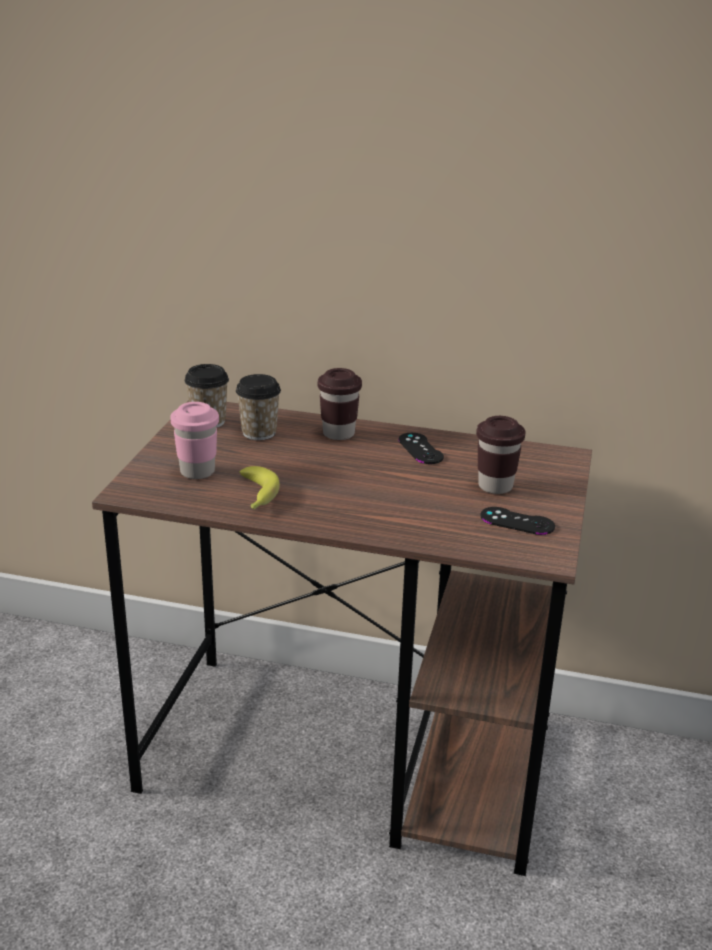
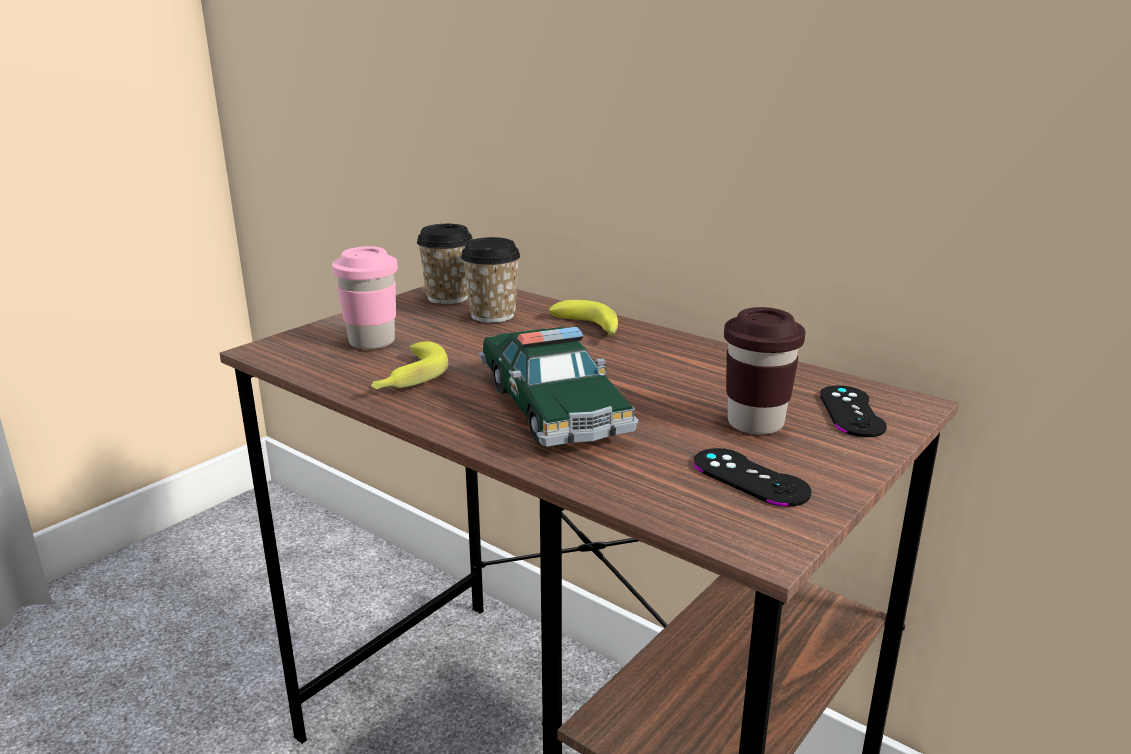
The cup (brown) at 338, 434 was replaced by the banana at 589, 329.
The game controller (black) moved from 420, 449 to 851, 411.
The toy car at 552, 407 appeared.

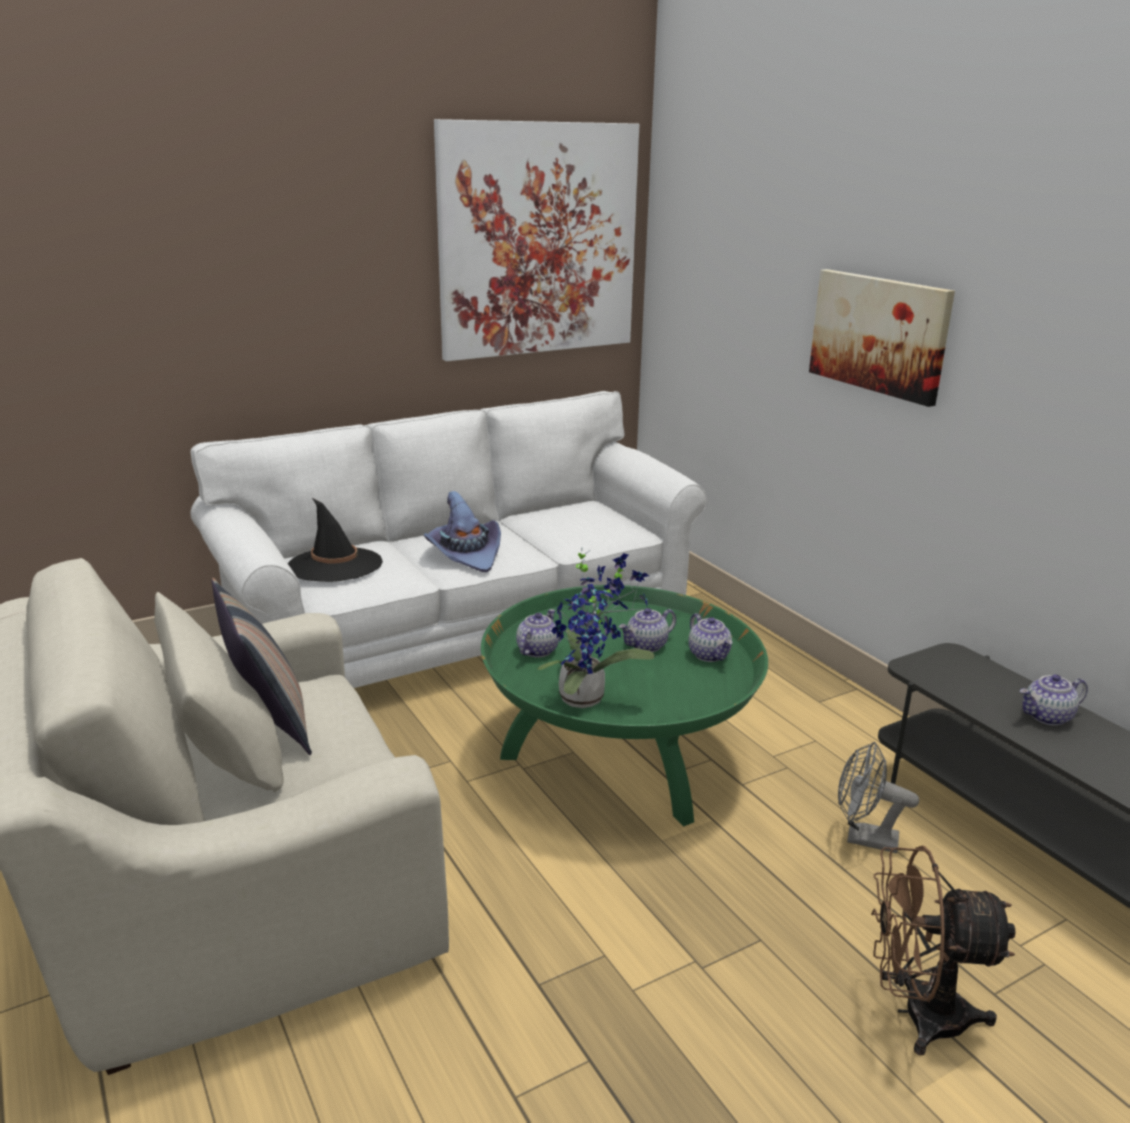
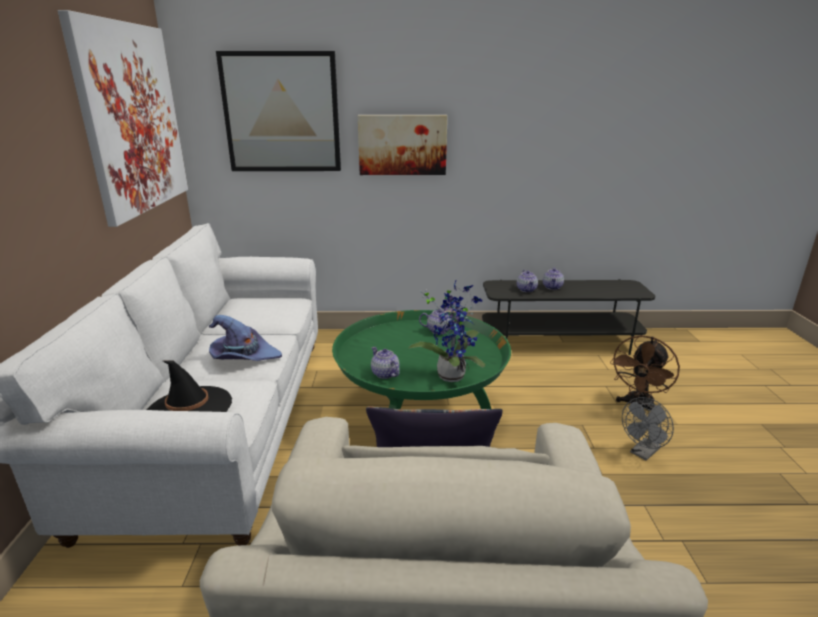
The teapot moved from 646, 646 to 526, 290.
The fan (grey) moved from 863, 838 to 643, 453.
The picture at 282, 113 appeared.

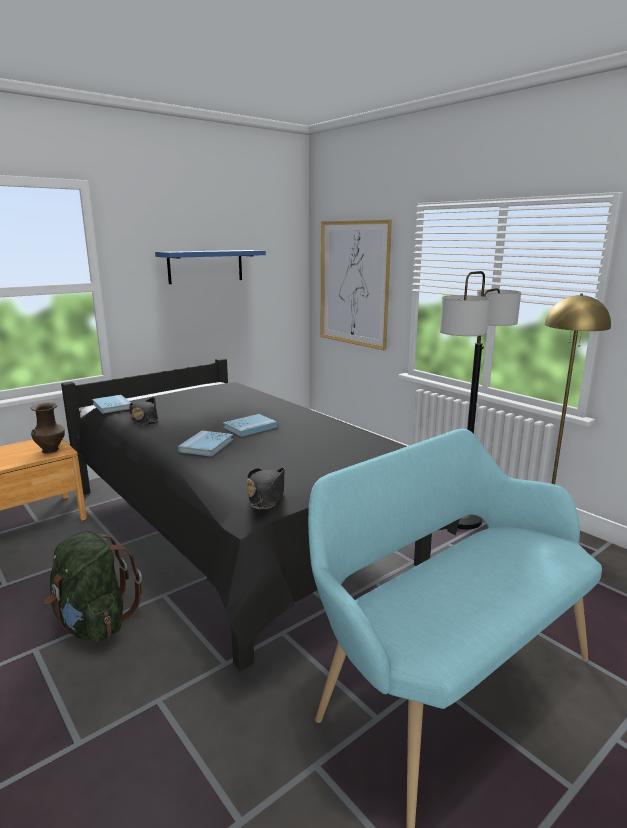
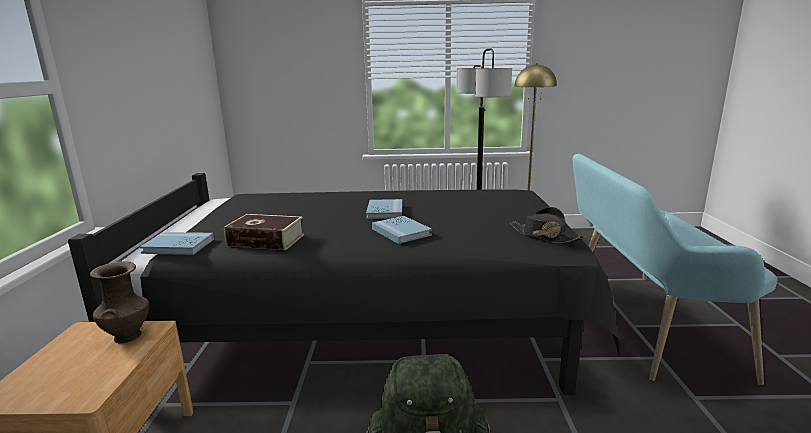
The picture at 354, 283 disappeared.
The shelf (blue) at 205, 266 disappeared.
The hat (black) at 144, 419 was replaced by the book at 266, 240.

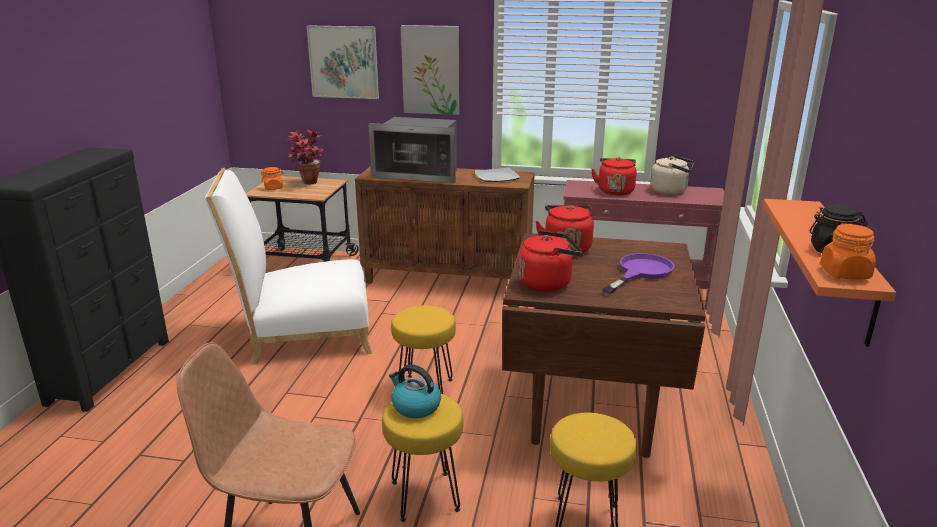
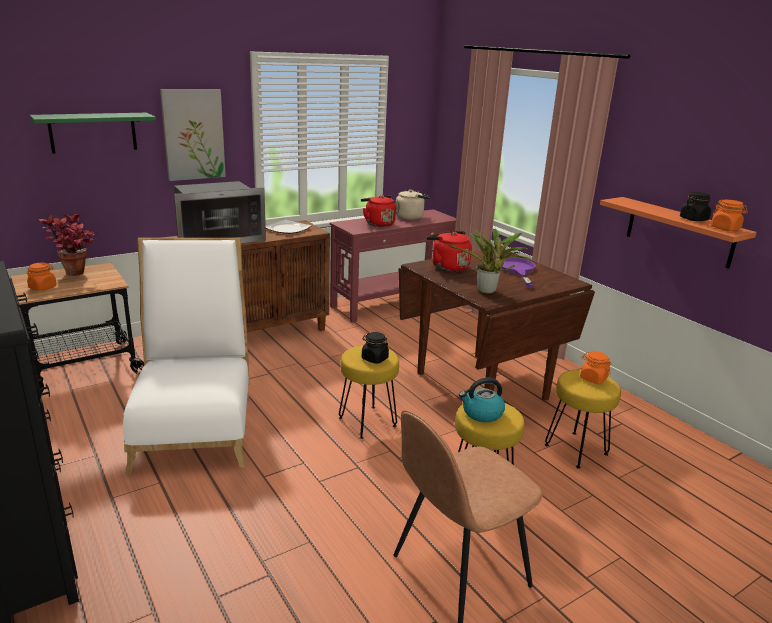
The picture at 343, 62 was replaced by the shelf (green) at 93, 132.
The chair (white) at 303, 335 turned 135 degrees clockwise.
The kettle (red) at 548, 283 was replaced by the potted plant at 488, 292.
The jar (black) at 374, 358 appeared.
The jar (orange) at 593, 378 appeared.

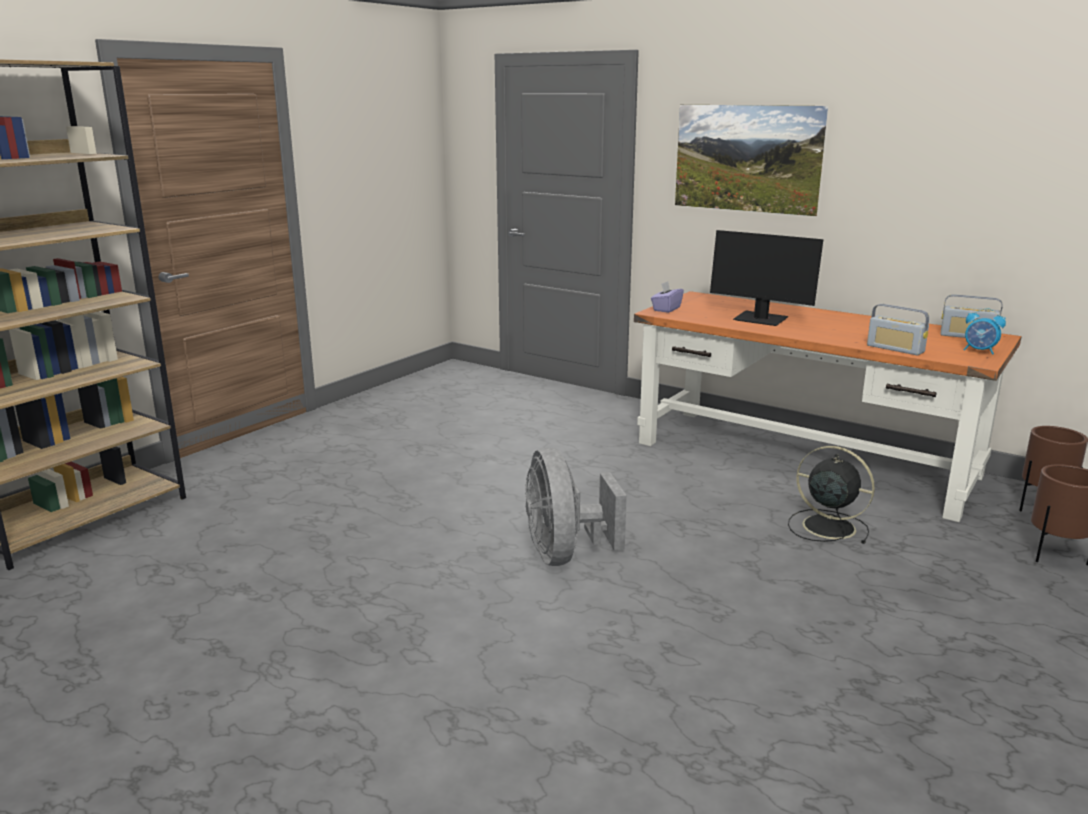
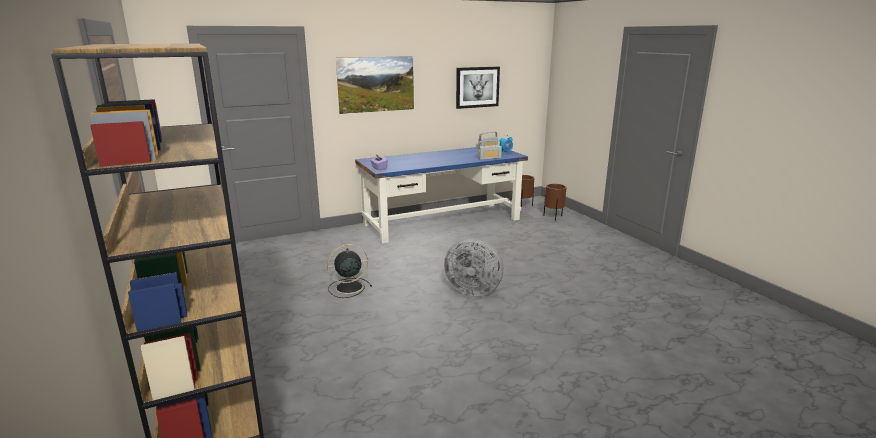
The monitor at 760, 319 disappeared.
The desk (orange) at 805, 459 became the desk (blue) at 442, 221.
The fan (black) moved from 826, 526 to 348, 287.
The picture at 477, 87 appeared.

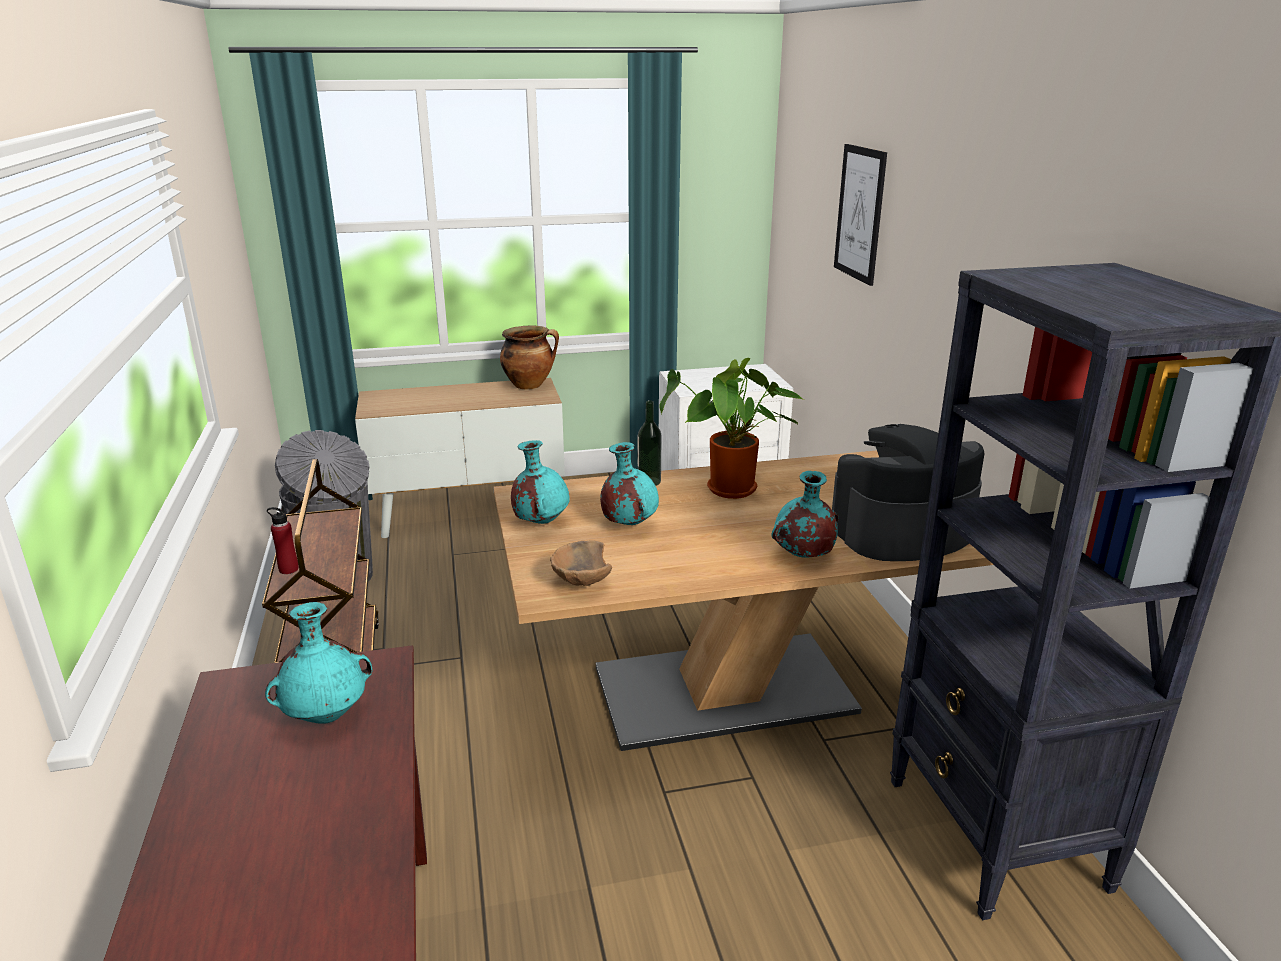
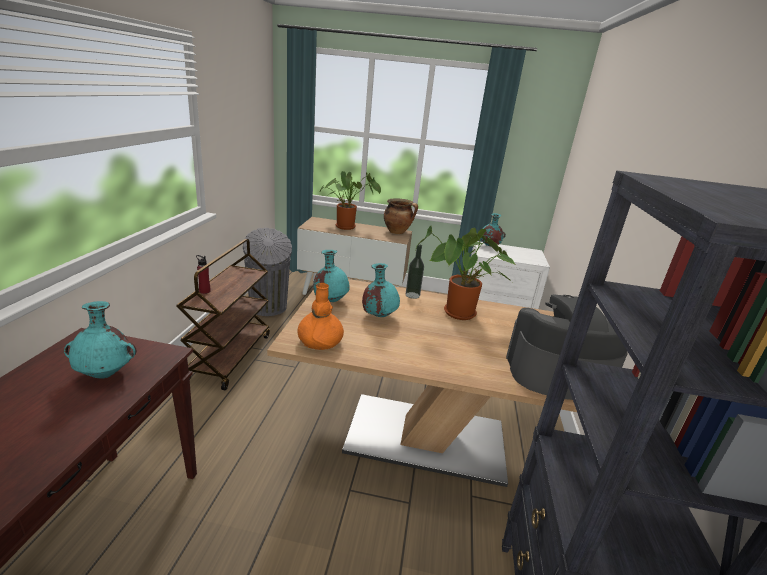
The picture at 860, 213 disappeared.
The vase (turquoise) moved from 802, 556 to 489, 246.
The bowl (brown) at 581, 582 was replaced by the vase (orange) at 320, 341.
The potted plant at 347, 227 appeared.

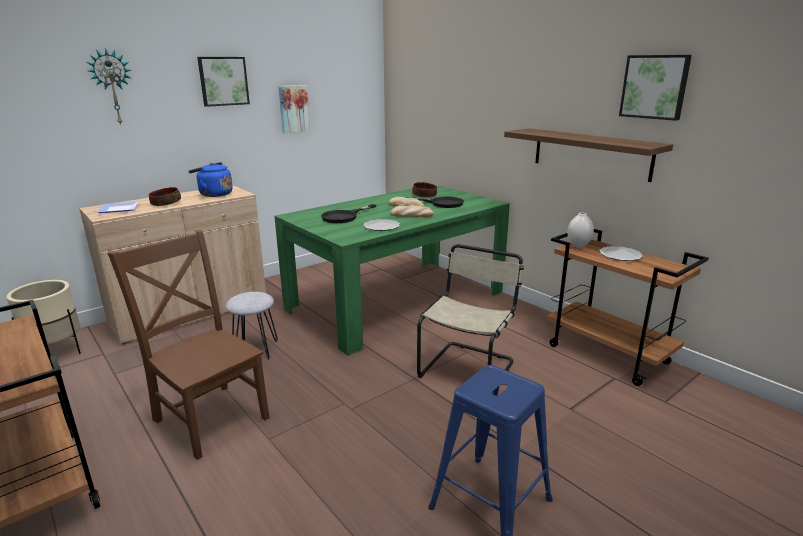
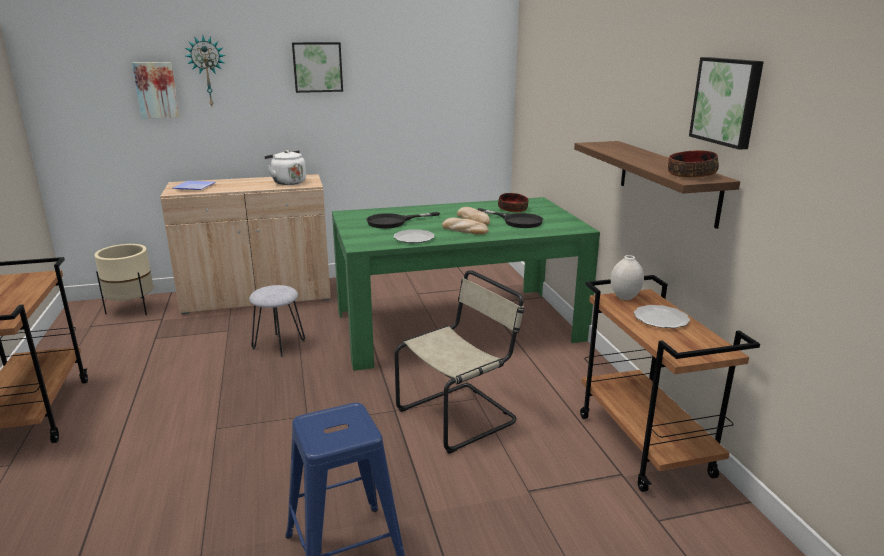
The picture moved from 293, 109 to 156, 90.
The kettle (blue) at 214, 194 became the kettle (white) at 287, 182.
The bowl moved from 165, 203 to 690, 175.
The chair (brown) at 209, 416 disappeared.

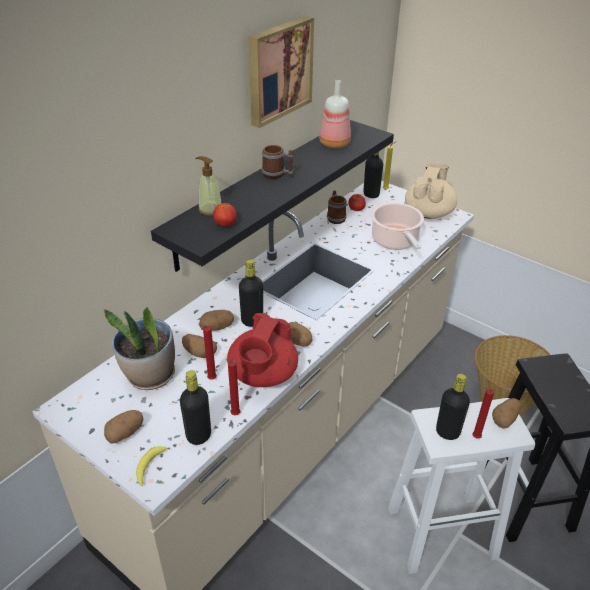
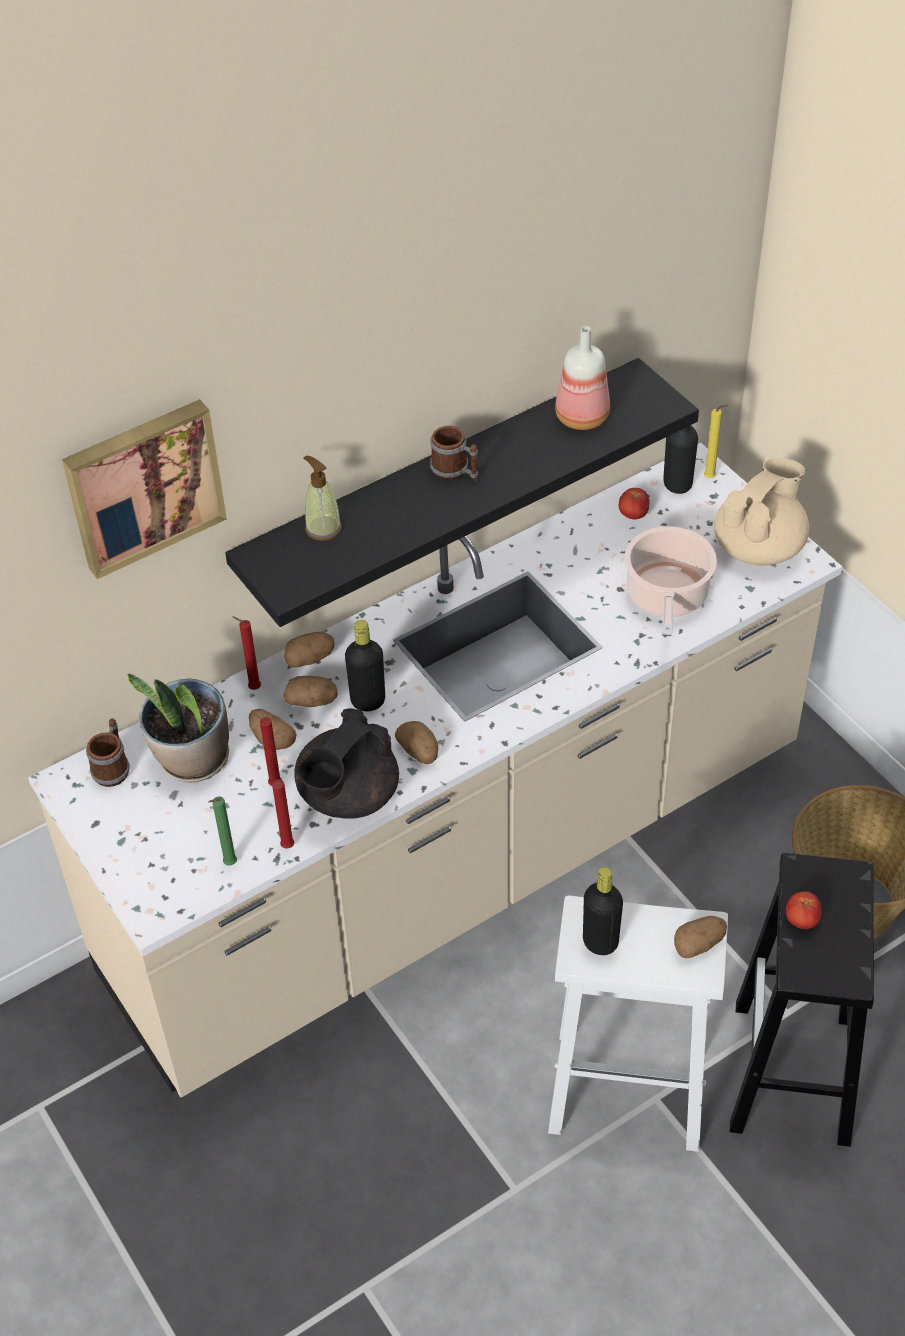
The picture moved from 278, 70 to 143, 485.
The mug moved from 335, 217 to 113, 767.
The tomato moved from 225, 224 to 801, 920.
The teapot (red) at 262, 375 became the teapot (black) at 347, 796.
The bottle (black) at 198, 435 was replaced by the candle (green) at 228, 864.
The candle (red) moved from 474, 437 to 252, 688.
The potato moved from 125, 433 to 310, 658.
The banana at 150, 467 disappeared.

